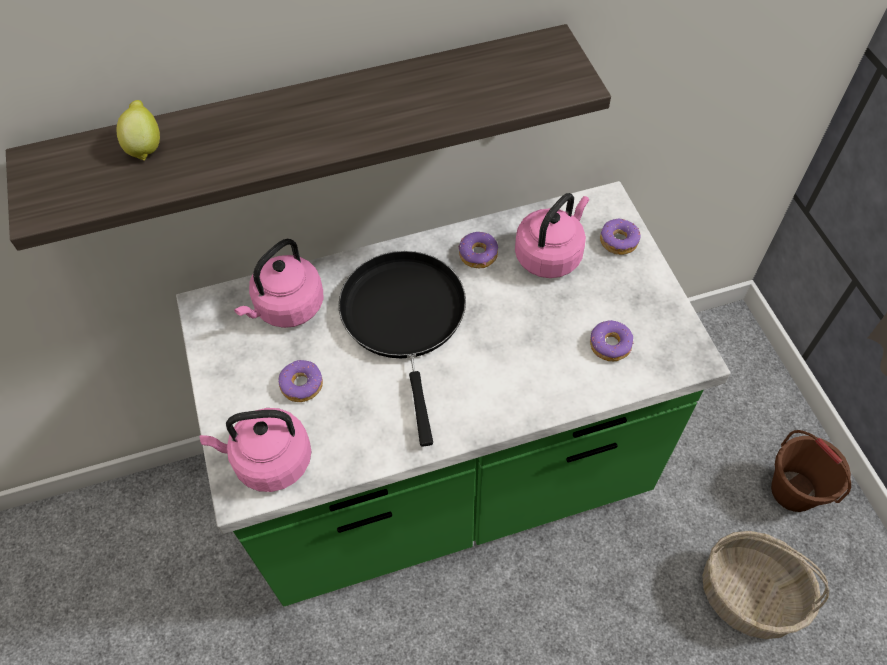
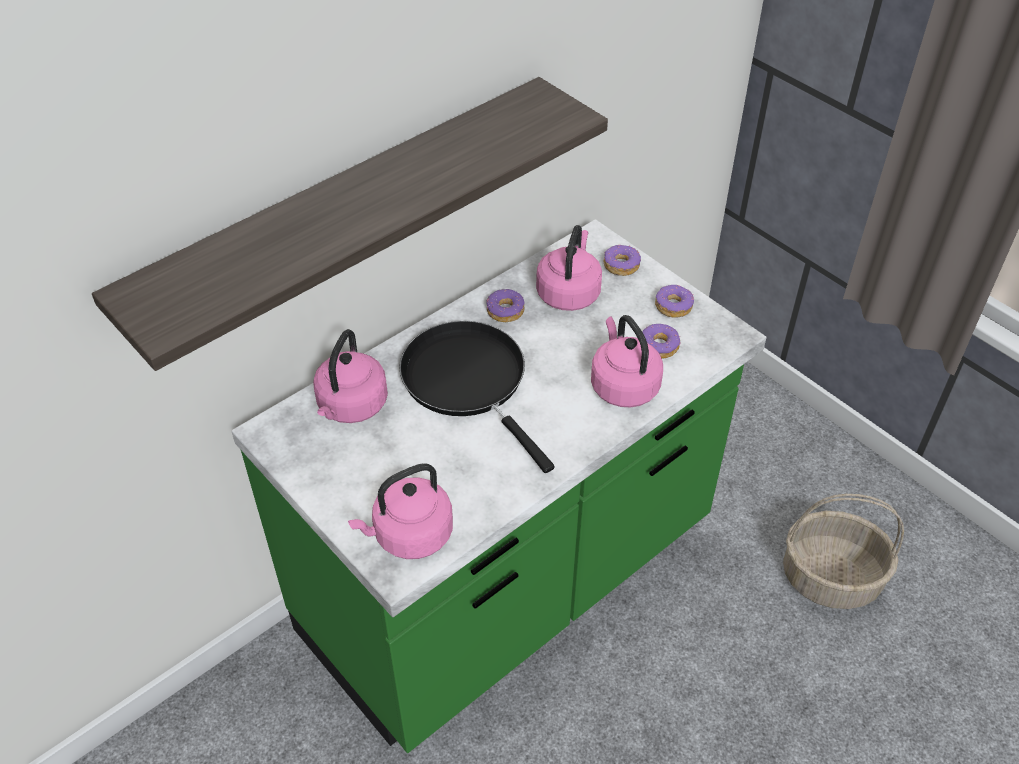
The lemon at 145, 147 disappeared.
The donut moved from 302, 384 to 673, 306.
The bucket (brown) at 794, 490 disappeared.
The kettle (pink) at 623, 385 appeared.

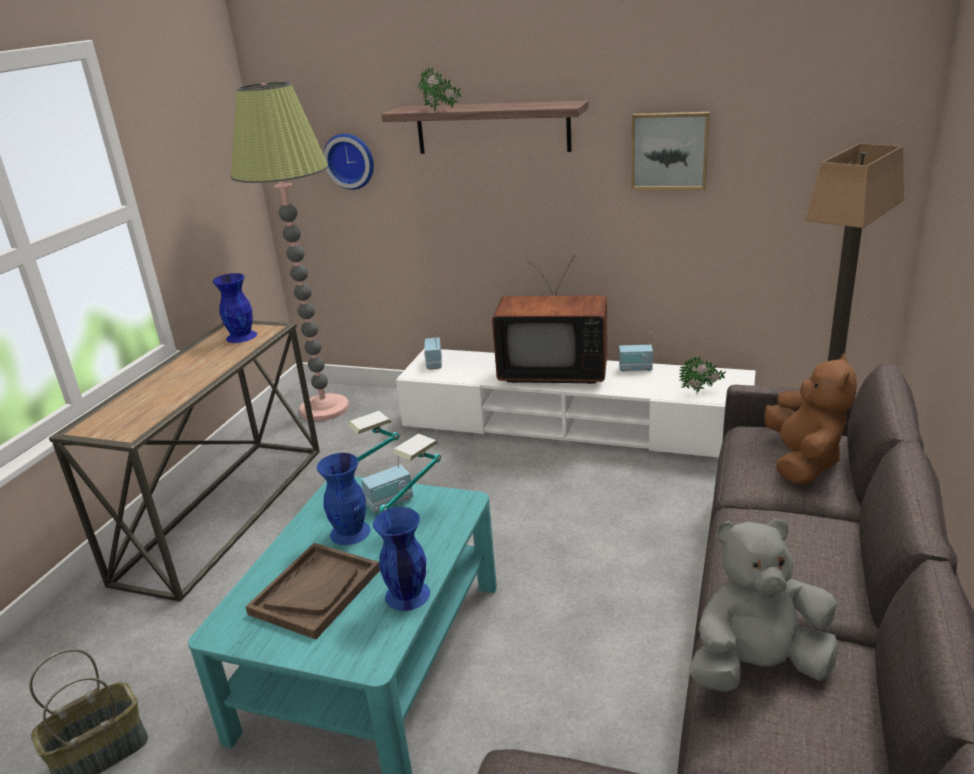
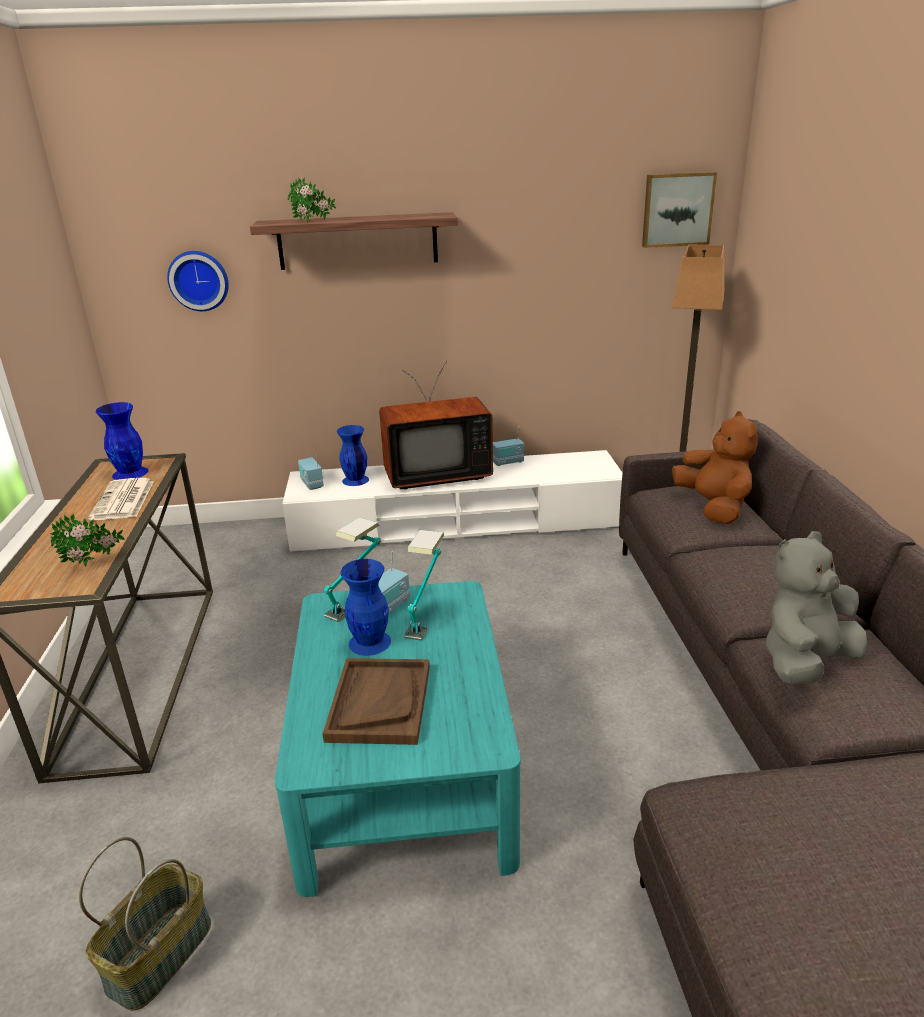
The floor lamp at 324, 409 disappeared.
The picture moved from 669, 150 to 677, 209.
The potted plant moved from 701, 391 to 93, 562.
The vase (blue) moved from 406, 595 to 355, 480.
The newspaper at 123, 500 appeared.

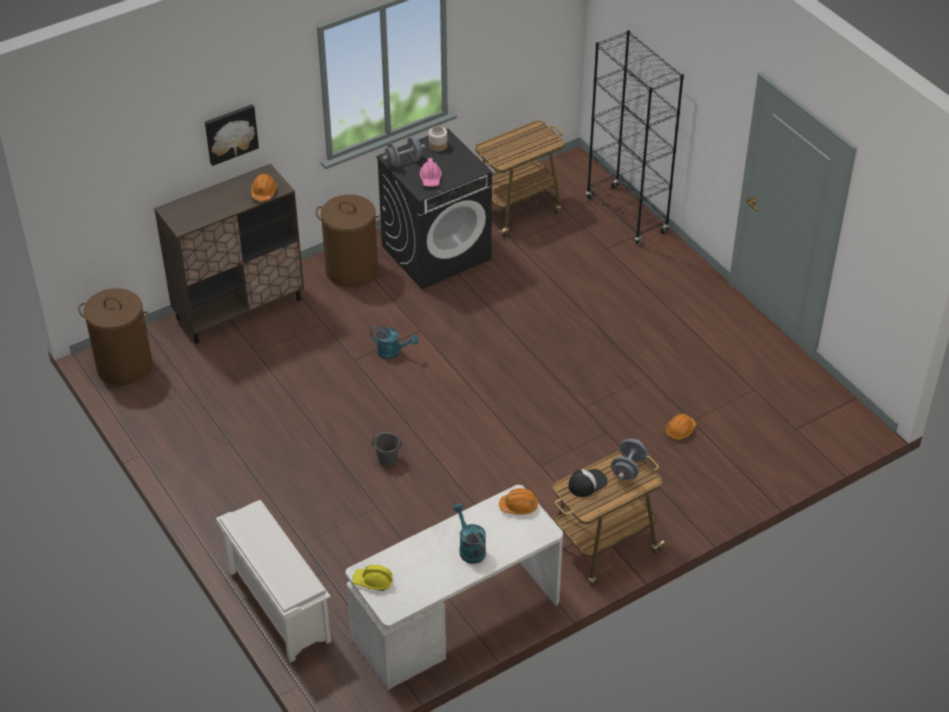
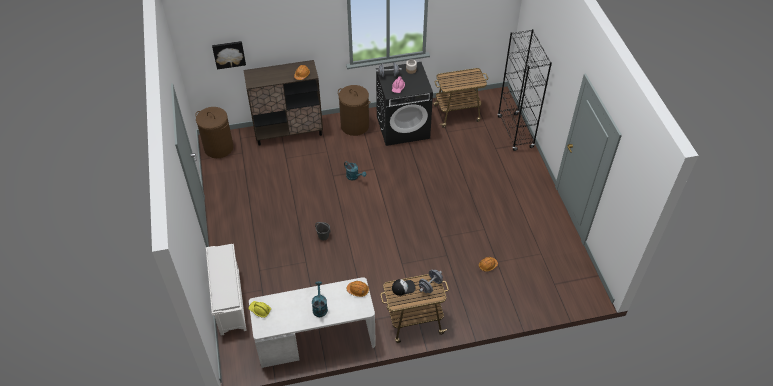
The picture moved from 230, 133 to 229, 54.

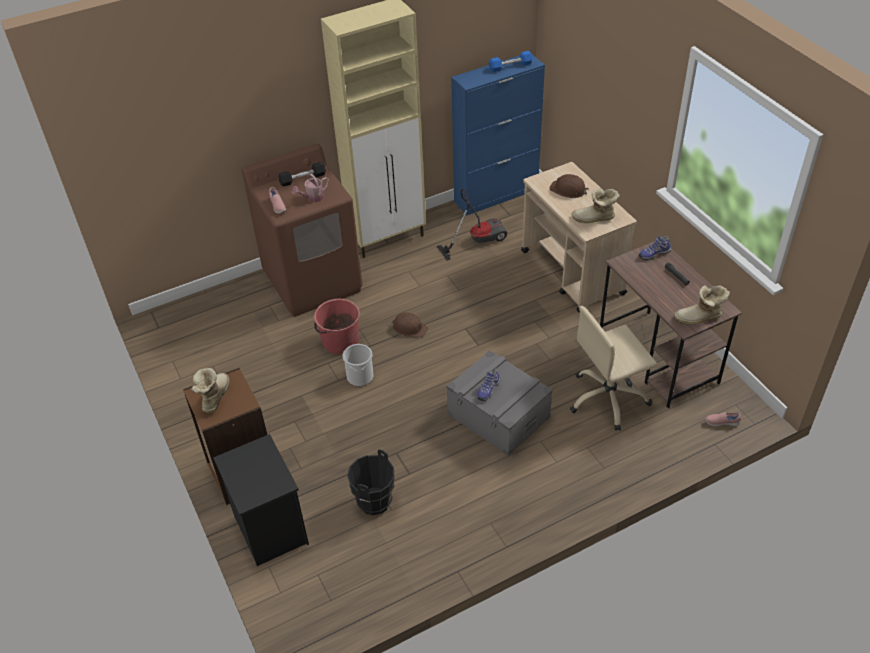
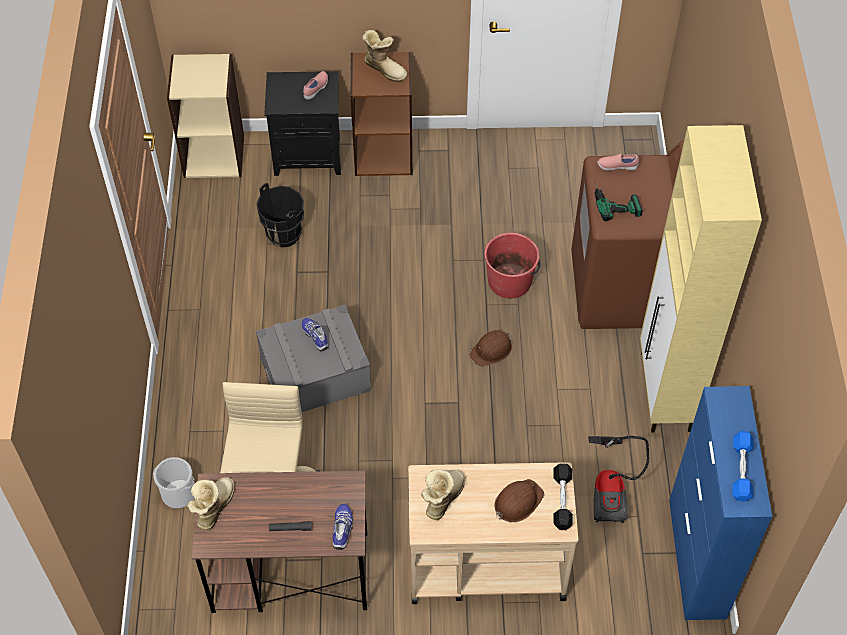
The dumbbell (black) moved from 302, 179 to 562, 500.
The watering can at 312, 197 was replaced by the power drill at 615, 201.
The bucket moved from 360, 377 to 178, 493.
The shoe (pink) moved from 721, 422 to 316, 89.
The bookcase (beige) at 214, 155 appeared.

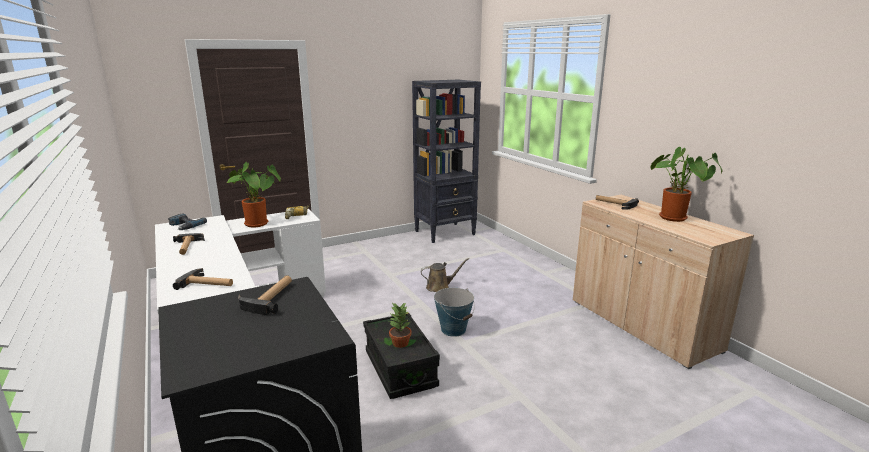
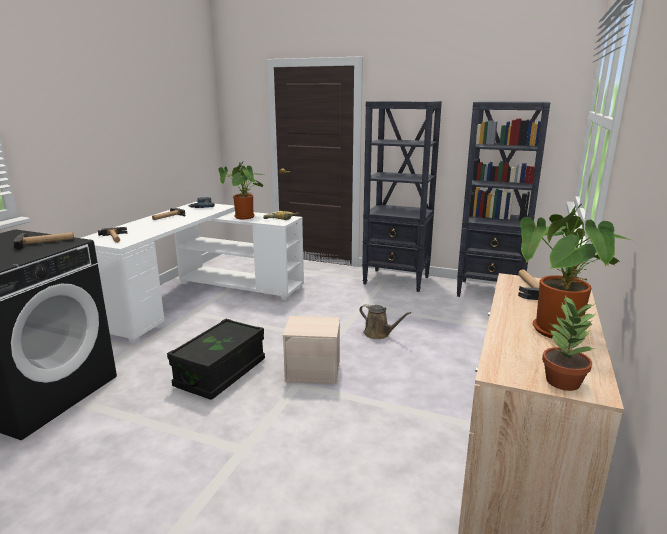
The bucket at 453, 329 was replaced by the storage box (beige) at 313, 370.
The potted plant moved from 400, 343 to 561, 381.
The bookcase (black) at 397, 280 appeared.

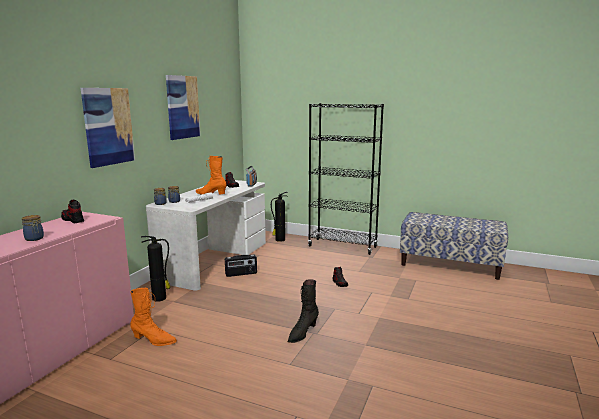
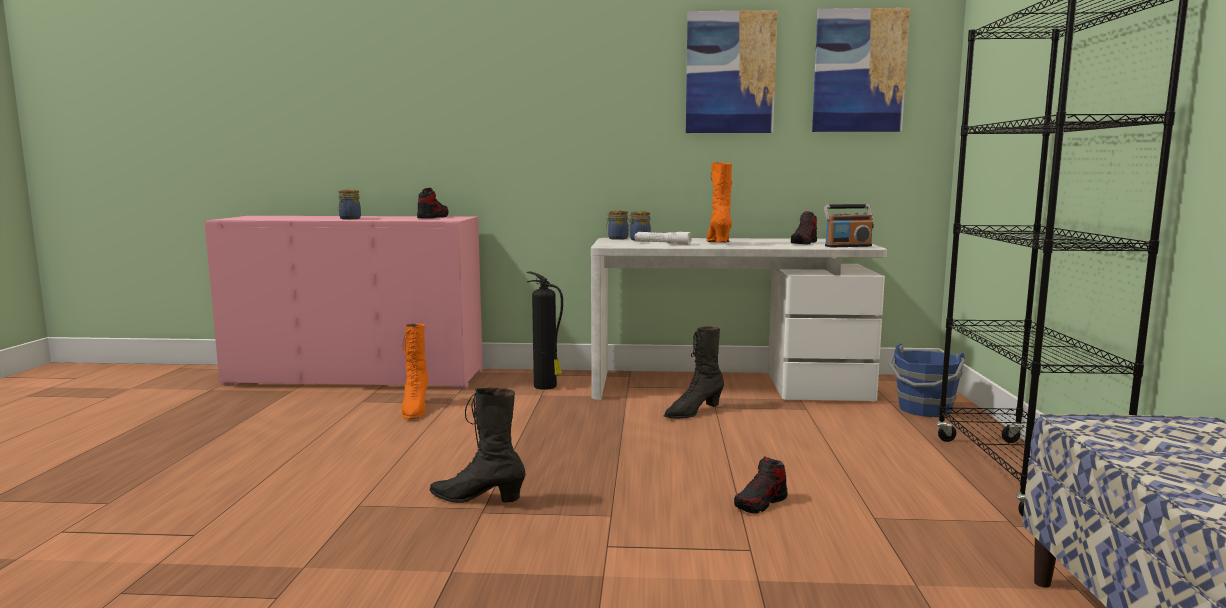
The picture moved from 108, 126 to 859, 71.
The fire extinguisher at 279, 240 was replaced by the bucket (blue) at 924, 410.
The radio at 241, 274 was replaced by the boot (black) at 693, 412.

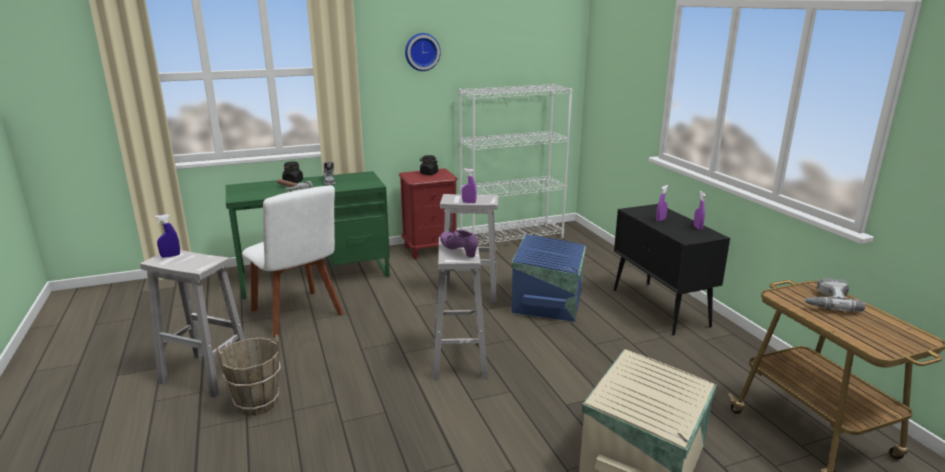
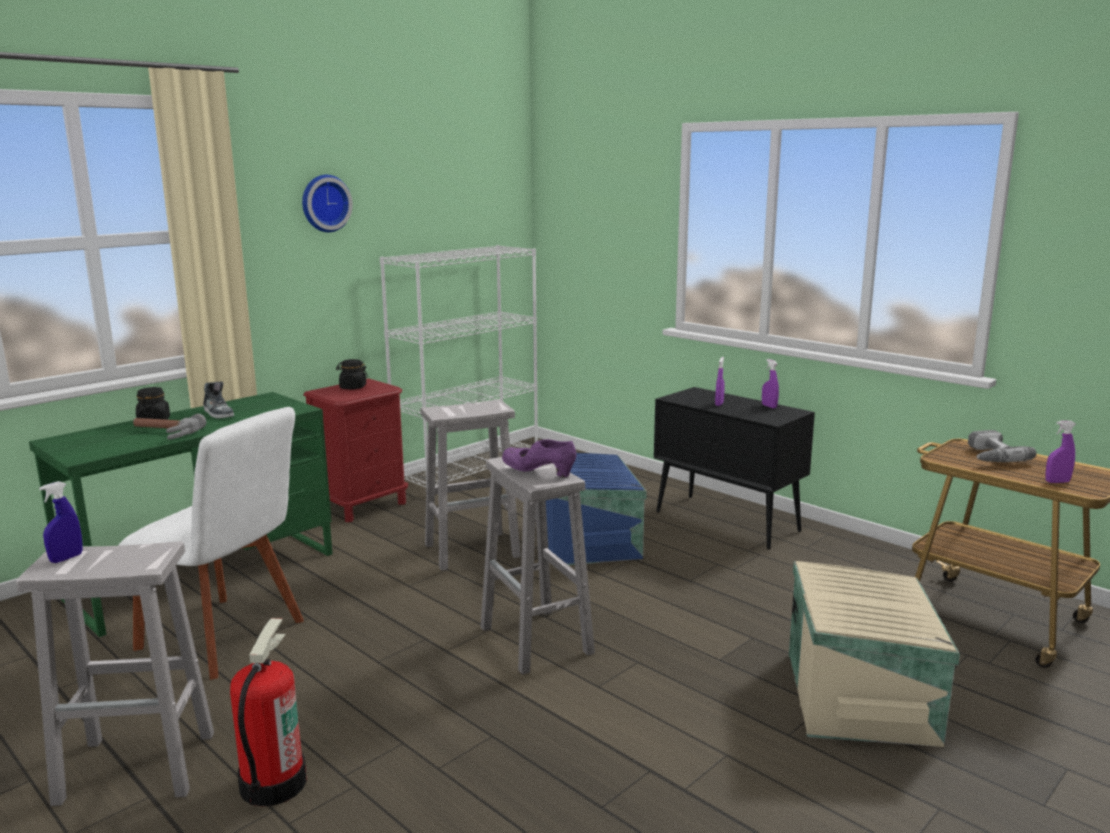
The spray bottle (purple) moved from 469, 202 to 1057, 482.
The bucket (brown) at 257, 403 was replaced by the fire extinguisher at 272, 783.

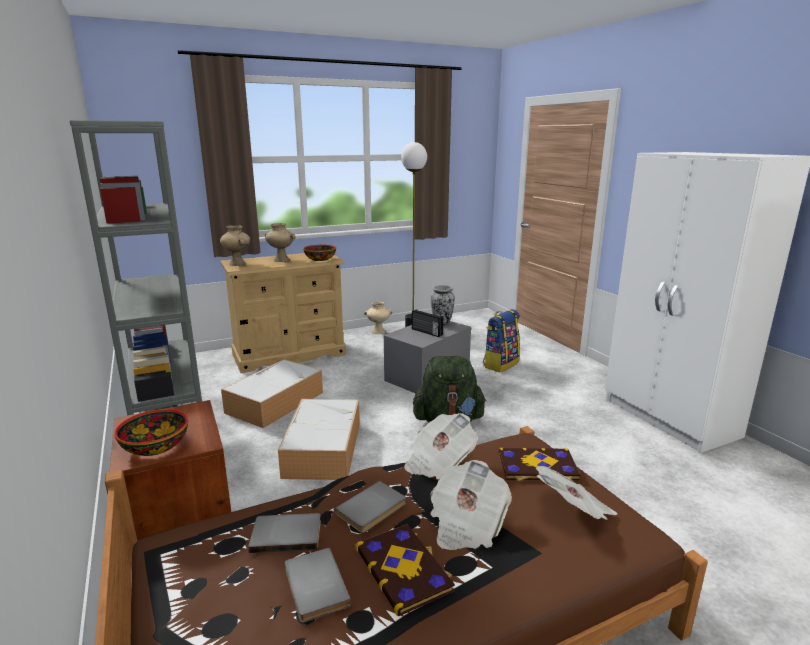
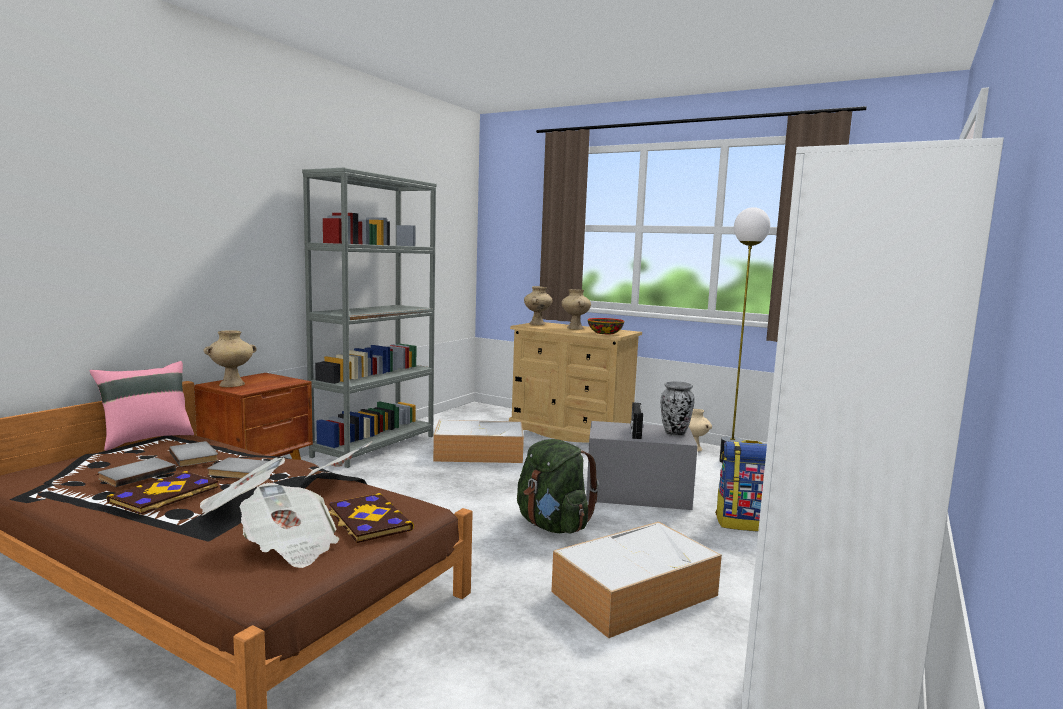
The storage box moved from 323, 448 to 636, 592.
The bowl at 155, 446 was replaced by the vase (beige) at 232, 384.
The pillow (pink) at 146, 439 appeared.

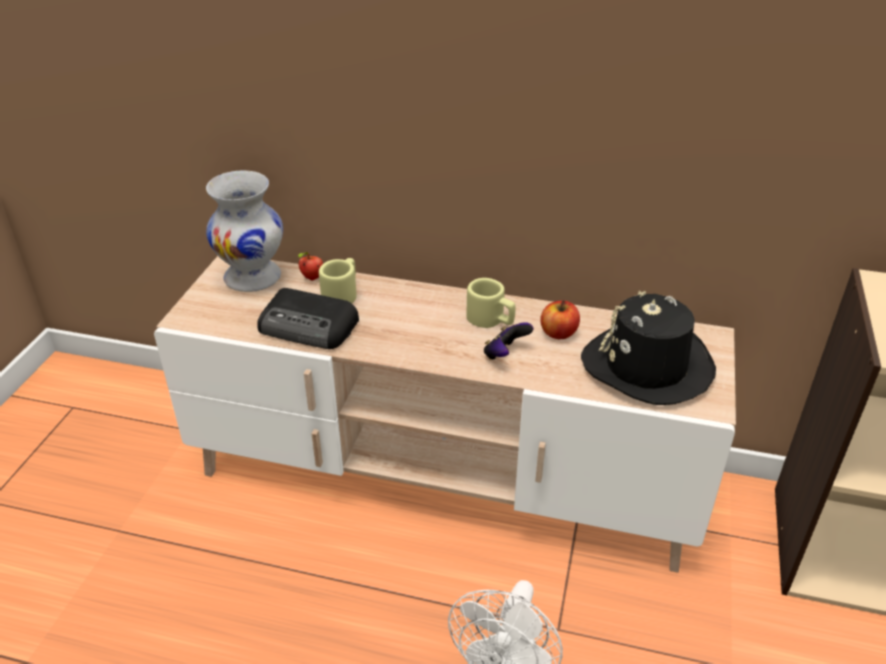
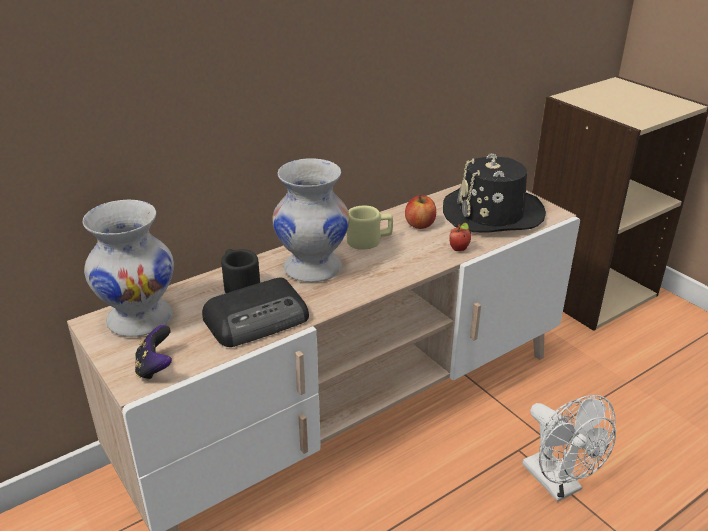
The apple moved from 312, 278 to 459, 249.
The mug (beige) at 342, 294 became the mug (black) at 239, 285.
The game controller moved from 505, 354 to 155, 368.
The vase (white) at 313, 268 appeared.

